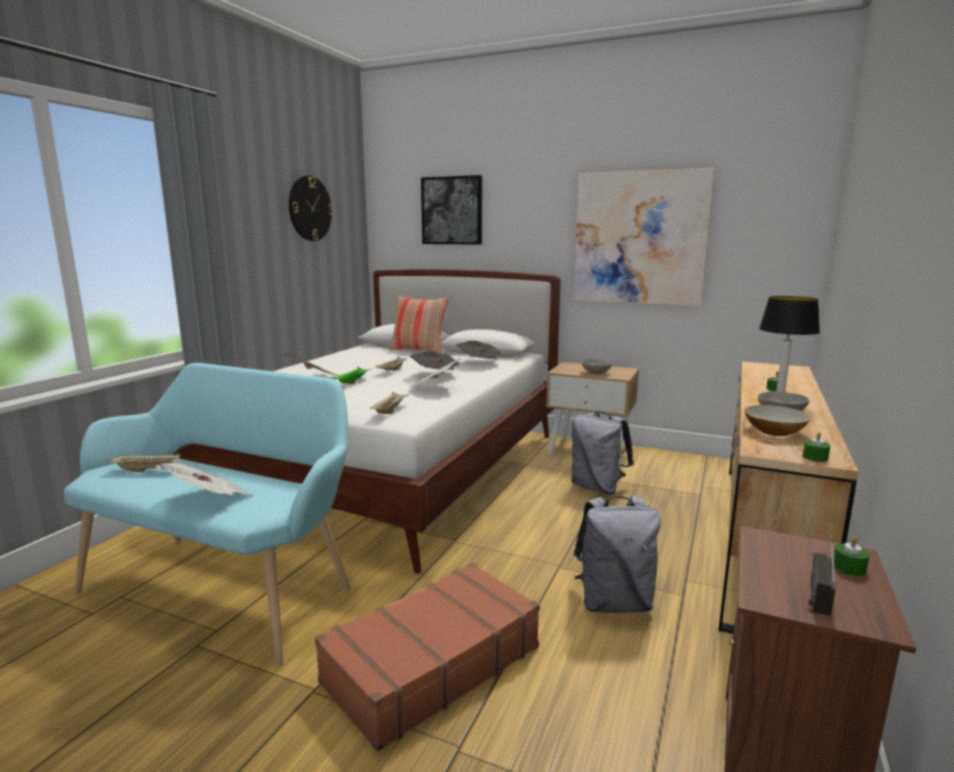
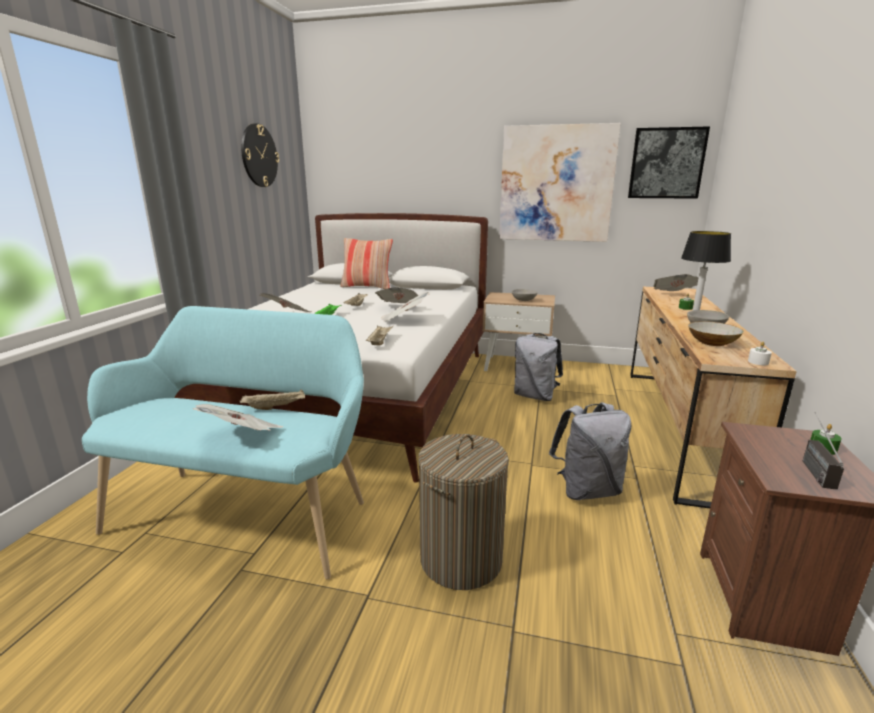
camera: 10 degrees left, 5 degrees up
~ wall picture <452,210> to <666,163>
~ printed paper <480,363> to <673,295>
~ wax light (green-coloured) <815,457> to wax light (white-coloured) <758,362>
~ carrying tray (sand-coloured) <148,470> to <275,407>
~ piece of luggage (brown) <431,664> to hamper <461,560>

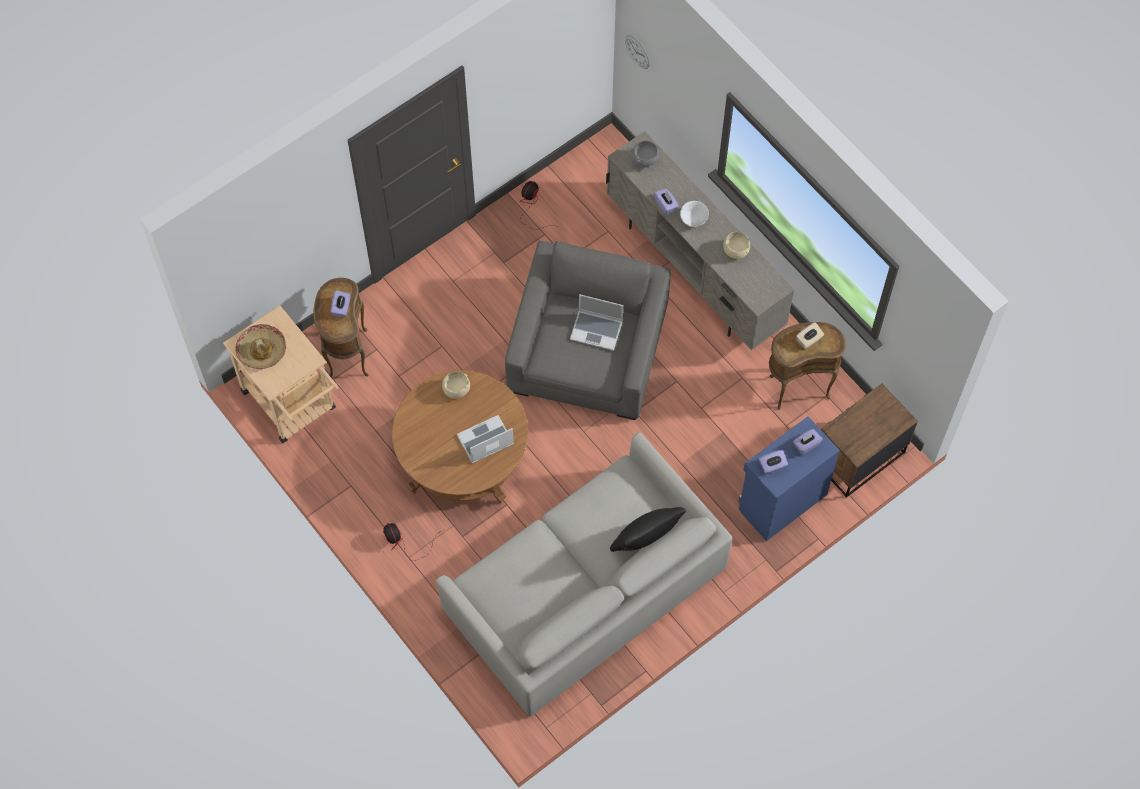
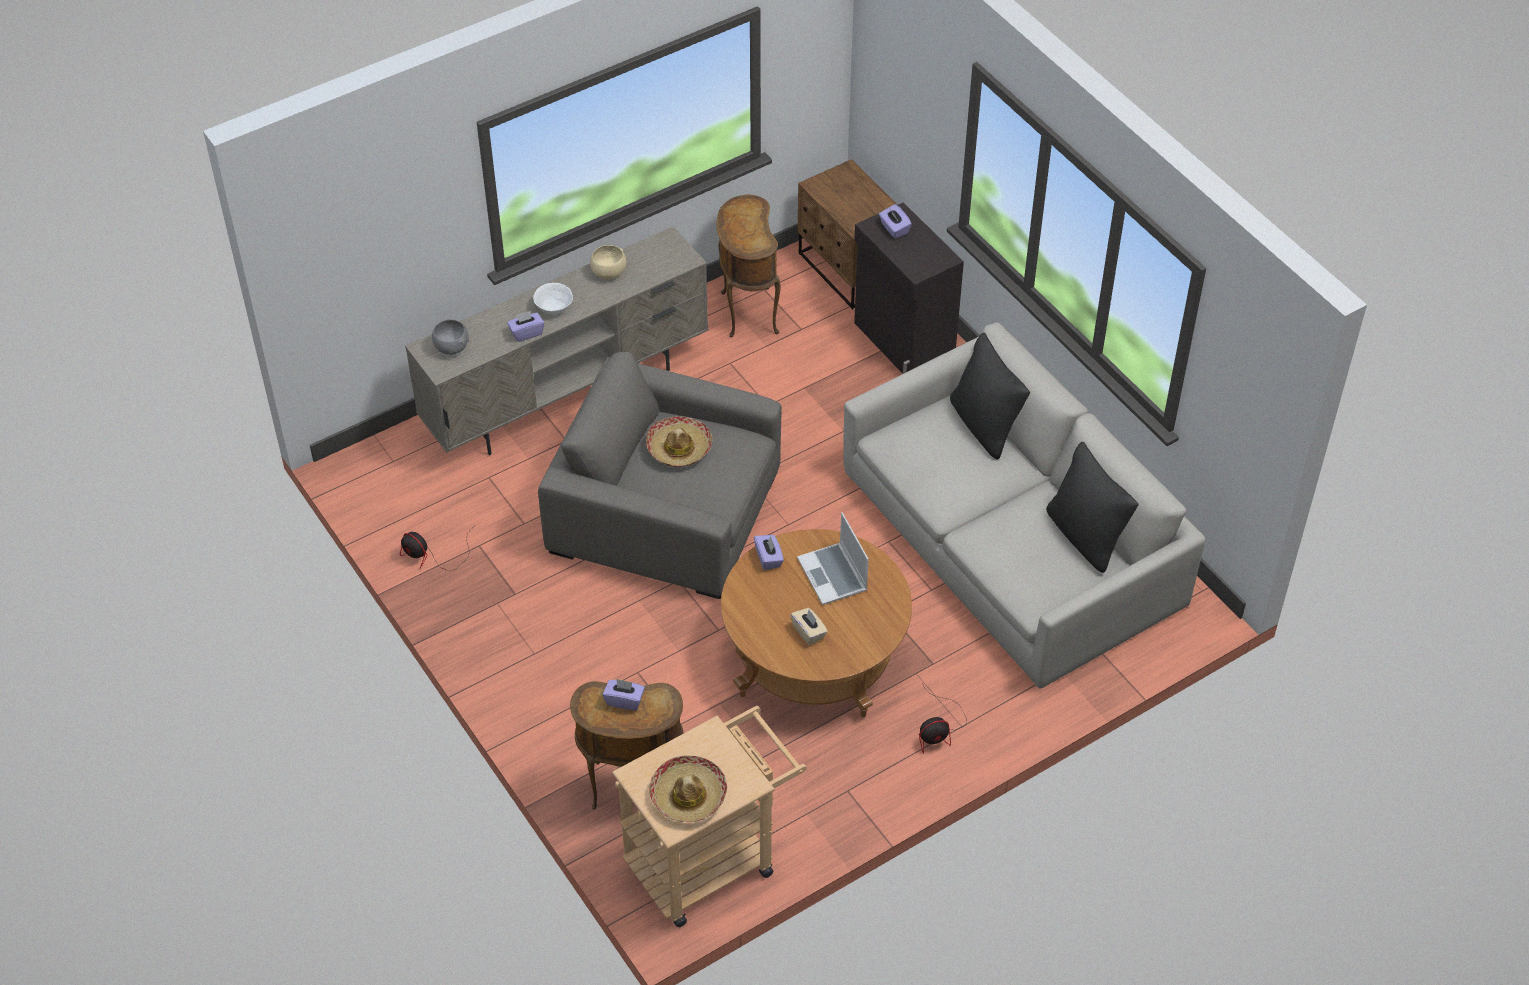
camera: 85 degrees left, 15 degrees down
- clock on the wall <637,51>
~ notebook computer <597,330> to wearable hat <679,448>
~ tissue box (sand-coloured) <809,340> to <809,632>
- serving bowl (sand-coloured) <456,390>
~ cabinet (blue-coloured) <781,501> to cabinet (blackish) <903,343>
~ tissue box (purple) <772,466> to <768,558>
+ cushion (blackish) <1086,536>

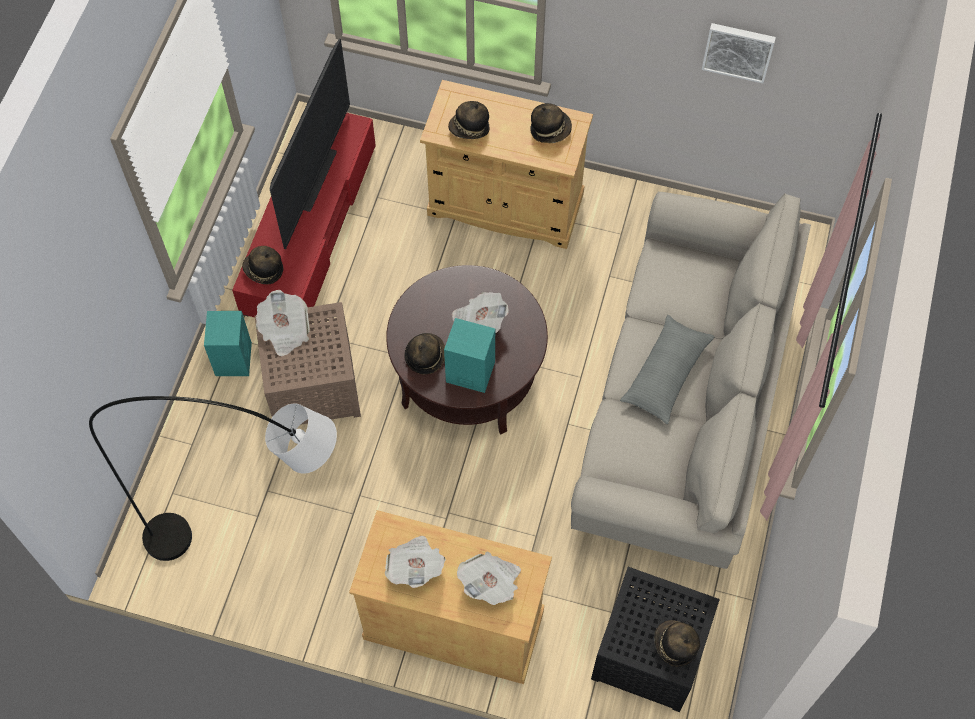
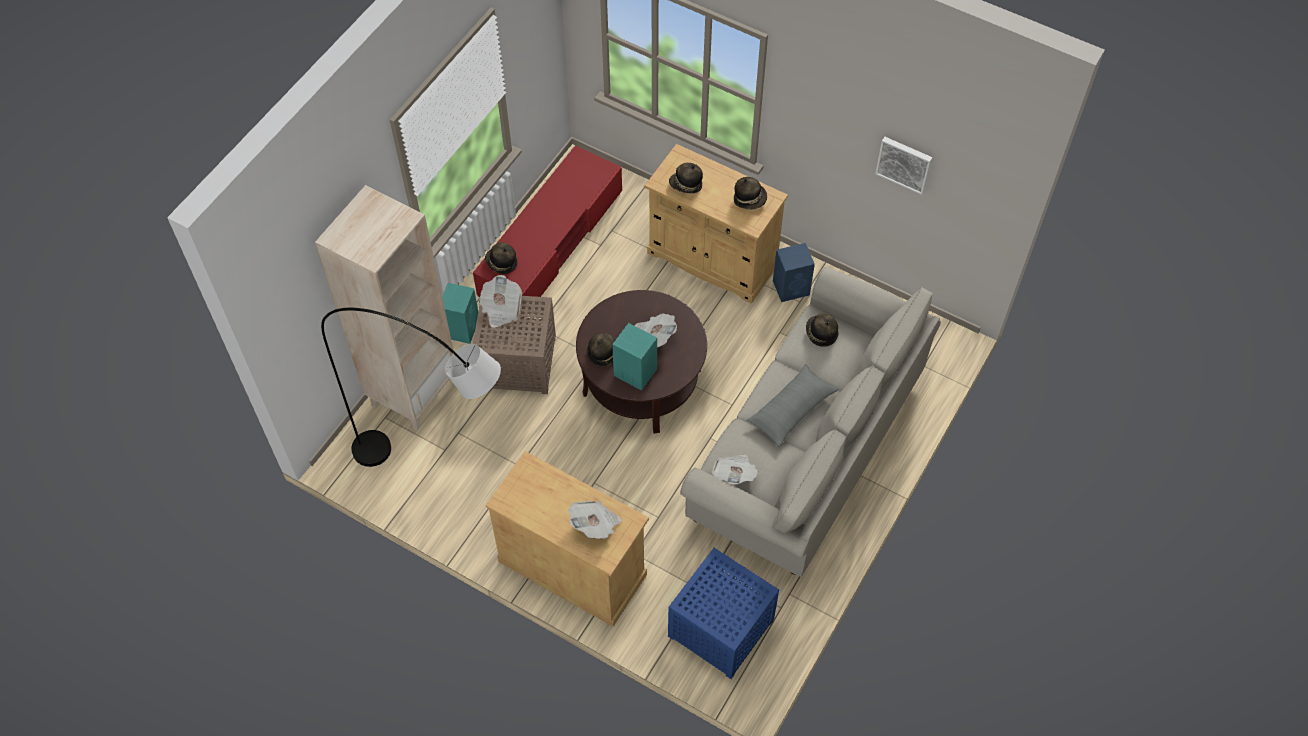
camera: 15 degrees right, 5 degrees down
- TV set <316,179>
~ printed paper <415,566> to <735,474>
~ side table (blackish) <650,655> to side table (blue-coloured) <721,630>
~ wearable hat <675,645> to <820,333>
+ bookshelf (sand-coloured) <413,392>
+ loudspeaker (blue-coloured) <792,288>

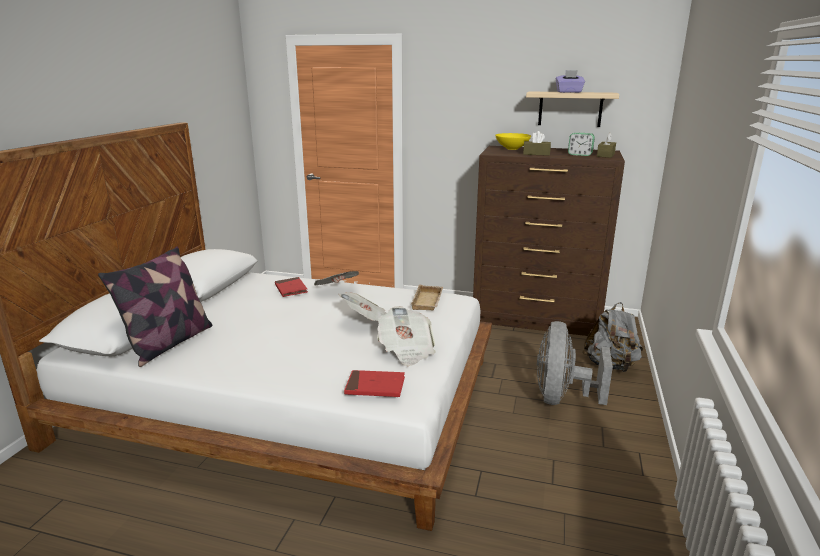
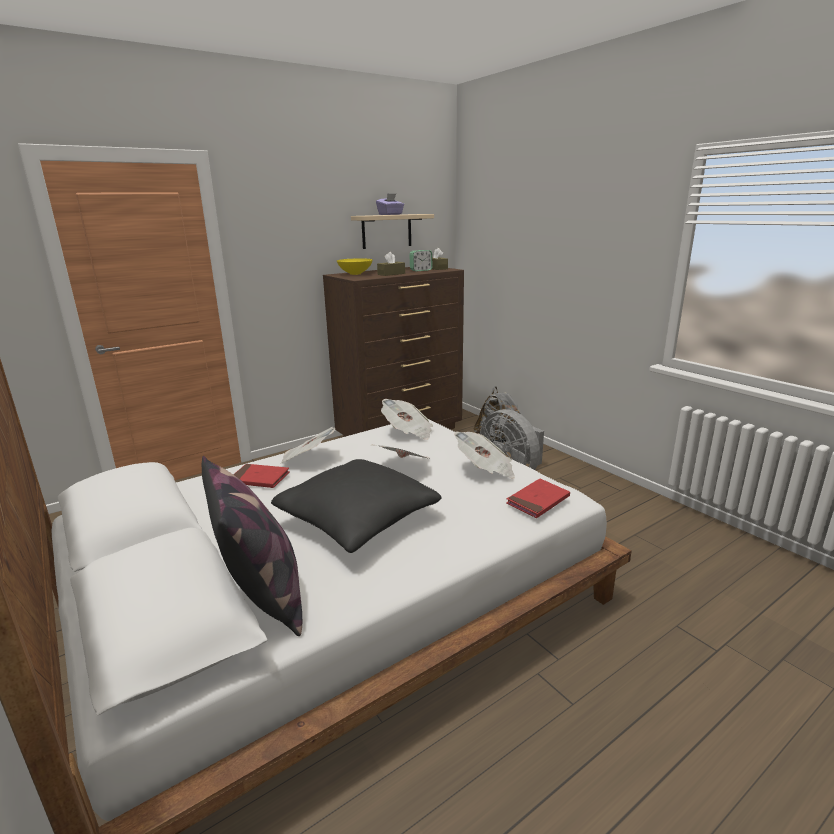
camera: 50 degrees left, 0 degrees up
~ carrying tray (sand-coloured) <428,302> to printed paper <408,432>
+ cushion (blackish) <357,520>

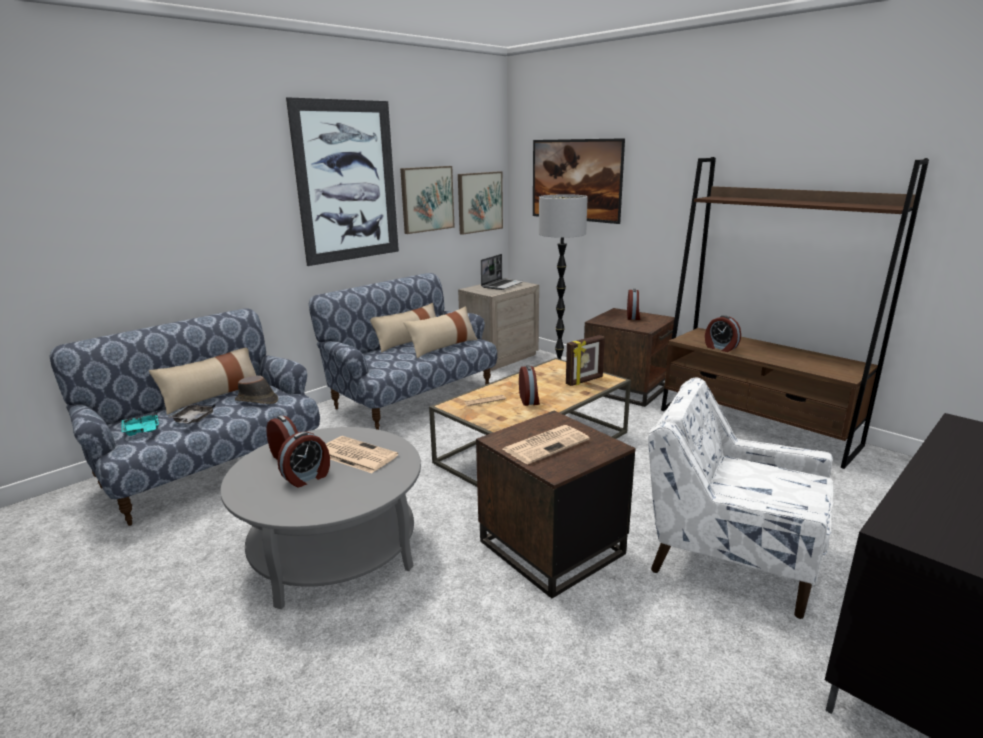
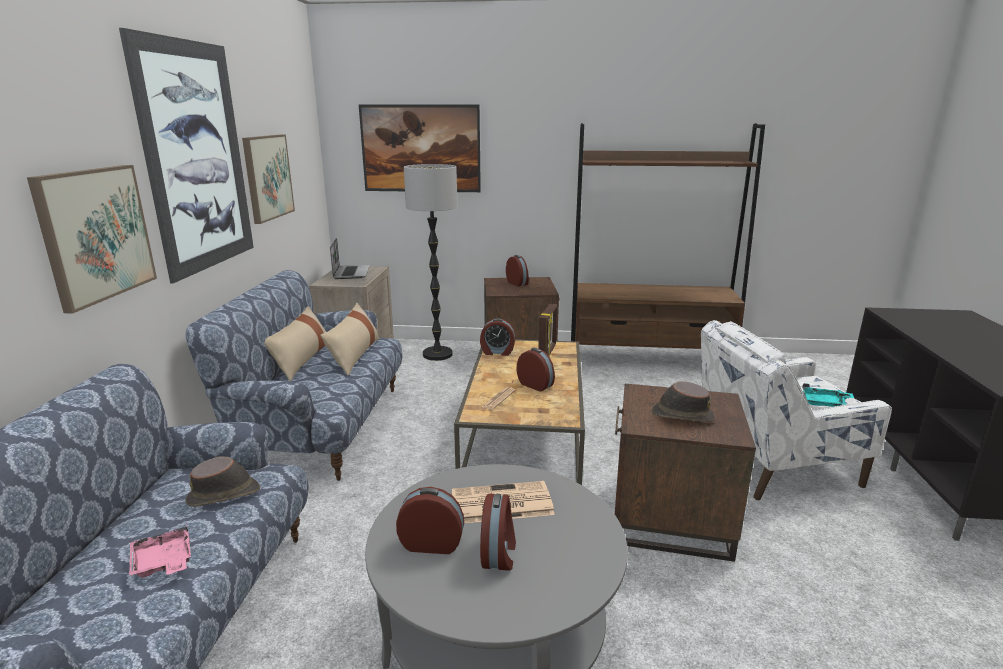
camera: 40 degrees left, 0 degrees up
~ wall picture <479,202> to <96,234>
~ bedside clock <720,348> to <497,352>
- cushion (sand-coloured) <212,396>
~ carrying tray (greyish) <192,420> to carrying tray (pink-coloured) <163,562>
~ carrying tray (turquoise-coloured) <142,431> to <824,403>
~ printed paper <546,444> to wearable hat (brown) <681,415>

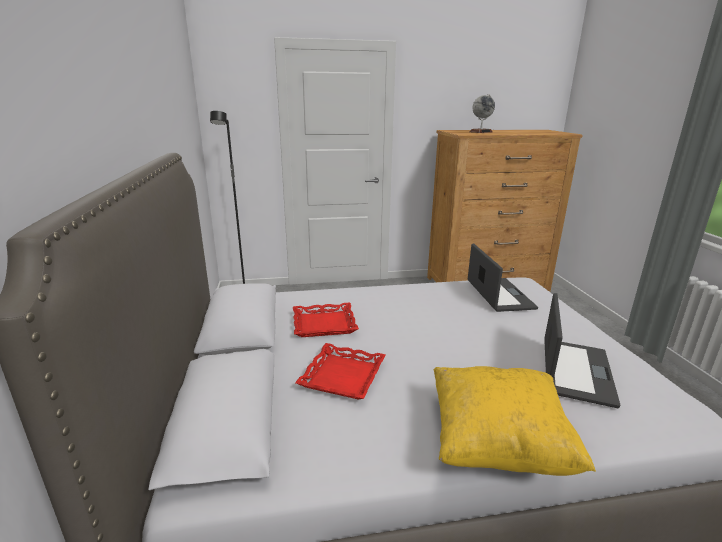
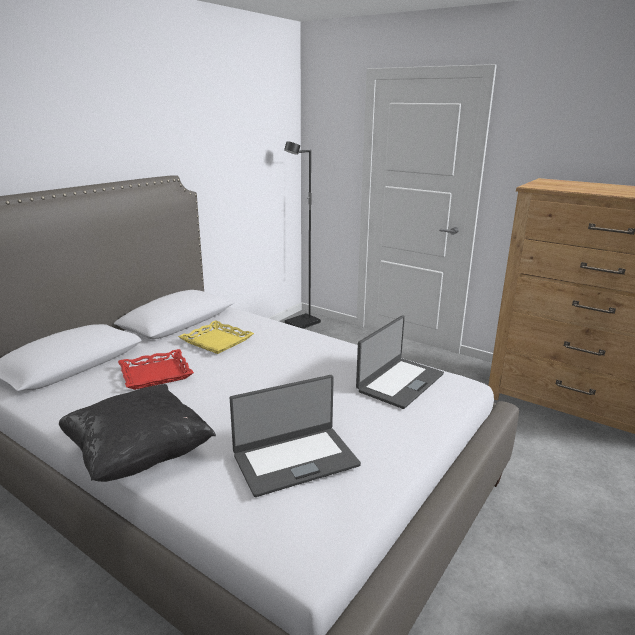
camera: 45 degrees right, 0 degrees up
- desk globe <481,132>
~ carrying tray (red-coloured) <324,324> to carrying tray (yellow) <217,341>
~ cushion (yellow) <497,443> to cushion (blackish) <139,456>

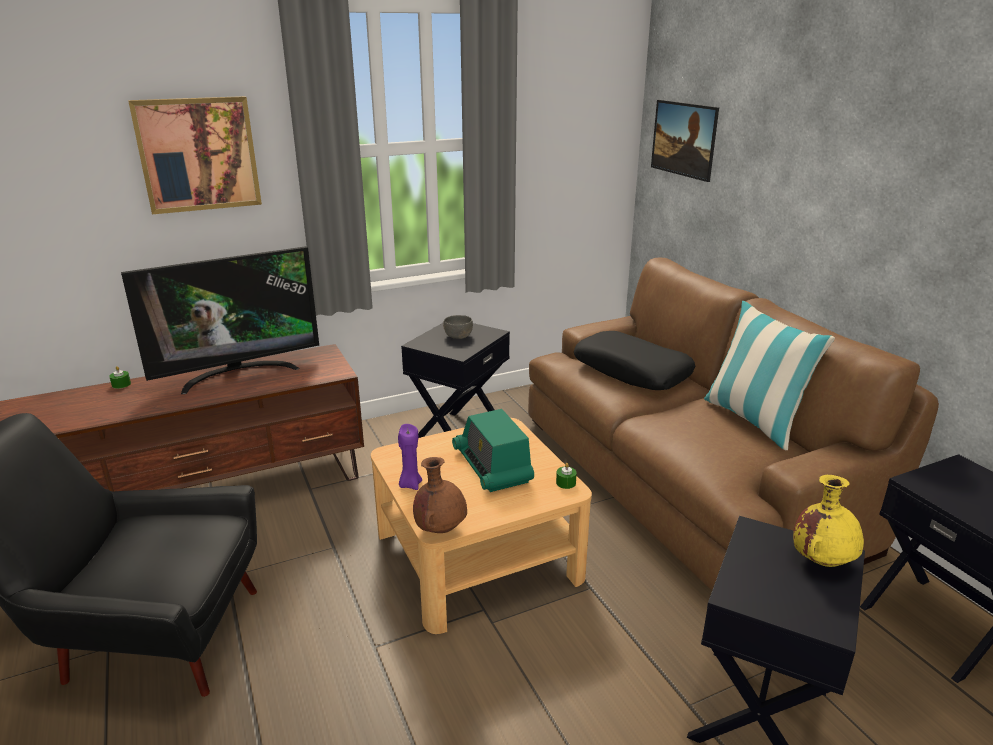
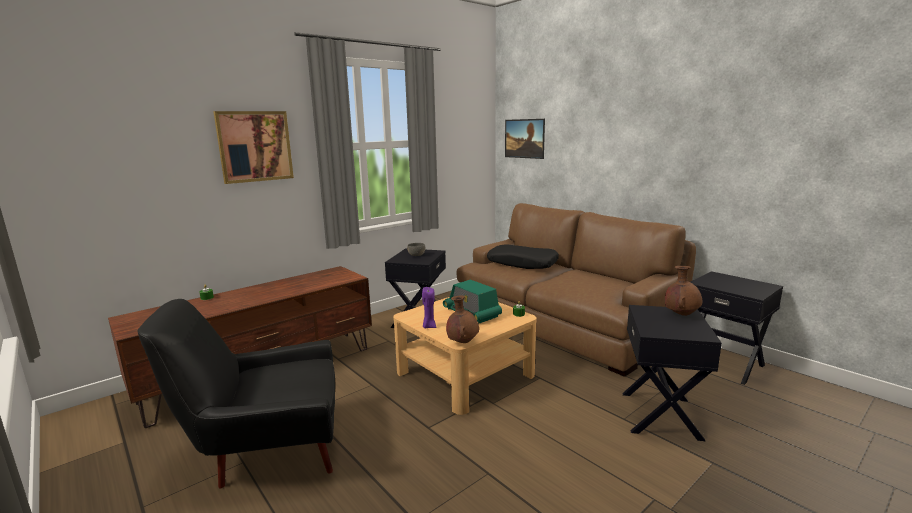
camera: 15 degrees left, 10 degrees down
- TV set <238,373>
- cushion <754,420>
~ vase (yellow) <822,561> to vase (brown) <681,314>

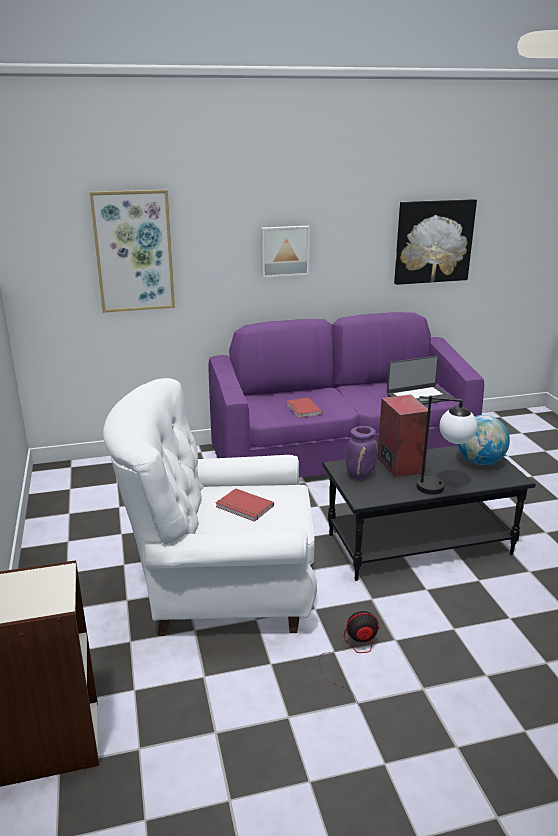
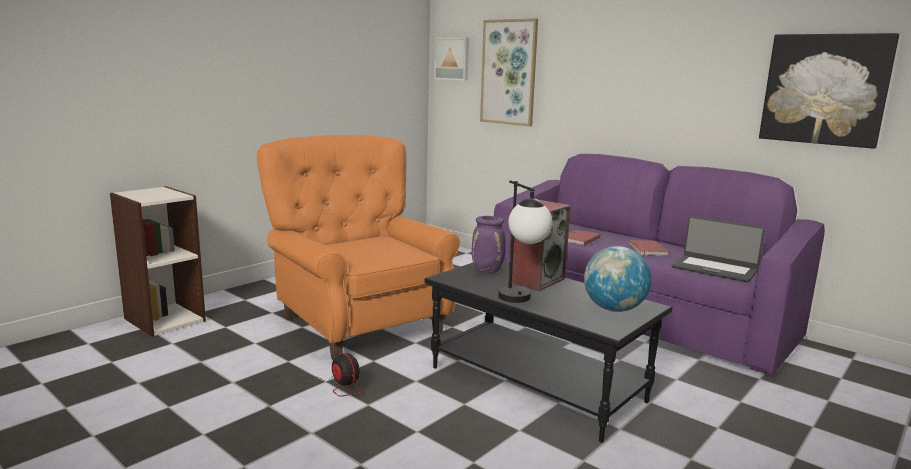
camera: 55 degrees right, 10 degrees down
~ wall picture <284,251> to <452,59>
~ easy chair (white-coloured) <222,589> to easy chair (orange) <358,322>
~ volume (red-coloured) <244,507> to <646,250>

